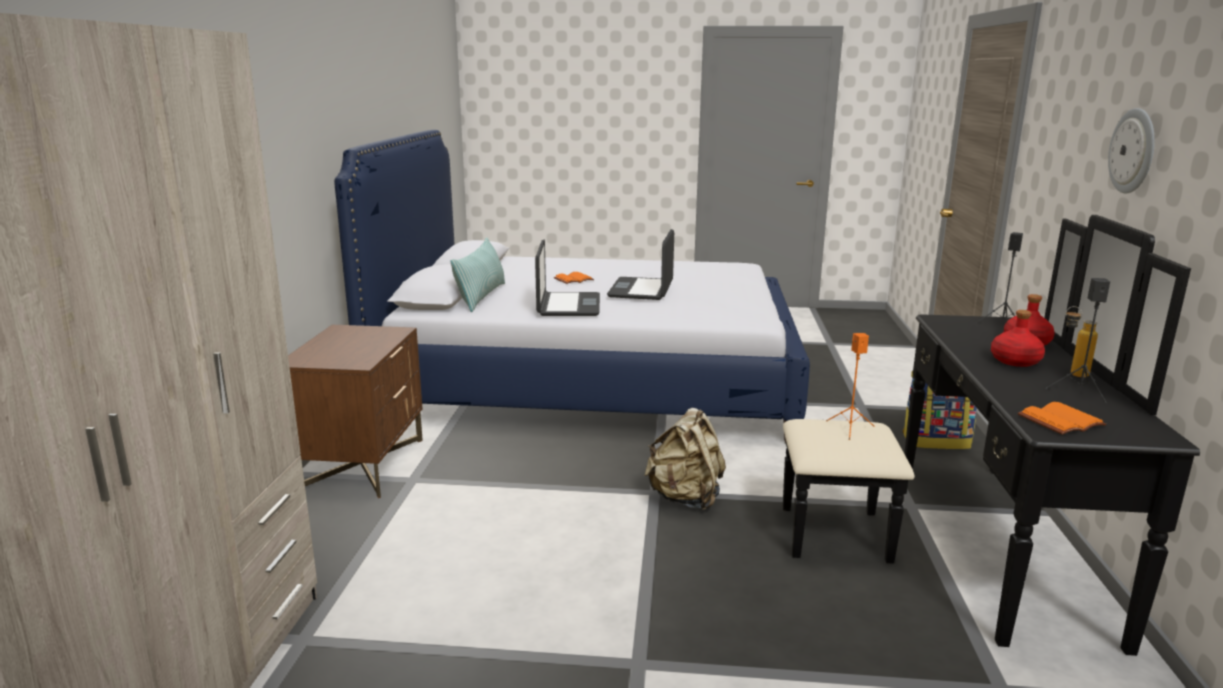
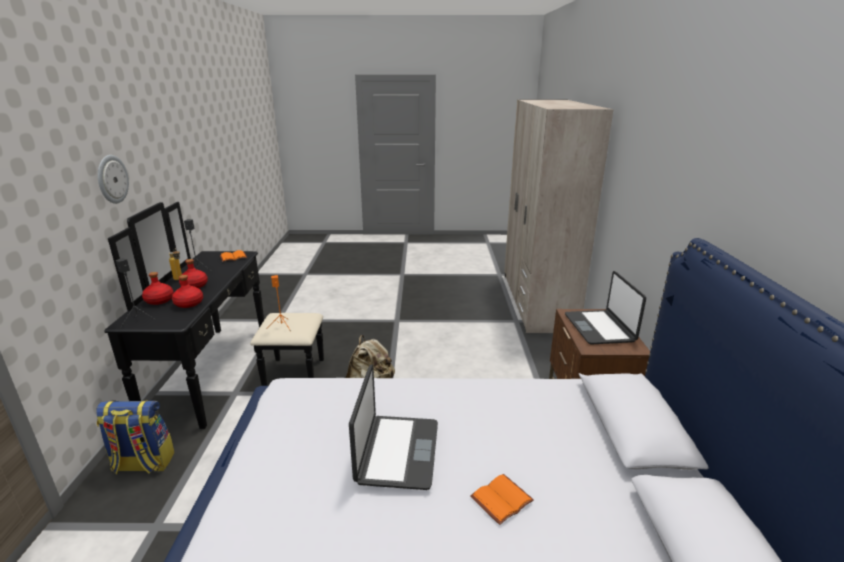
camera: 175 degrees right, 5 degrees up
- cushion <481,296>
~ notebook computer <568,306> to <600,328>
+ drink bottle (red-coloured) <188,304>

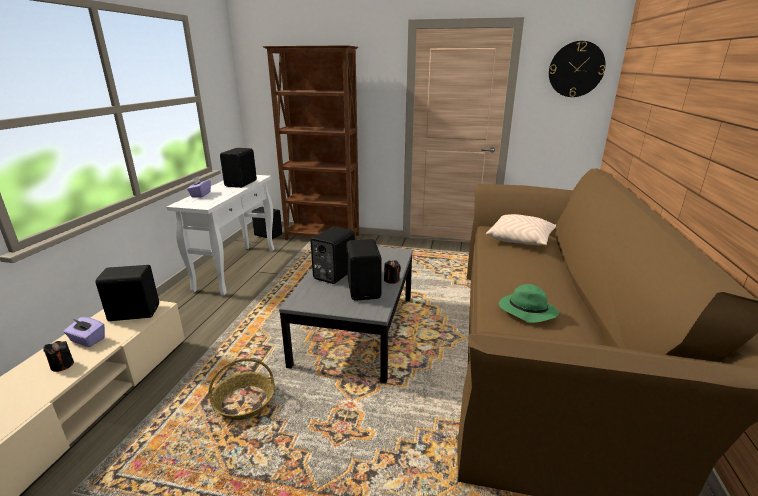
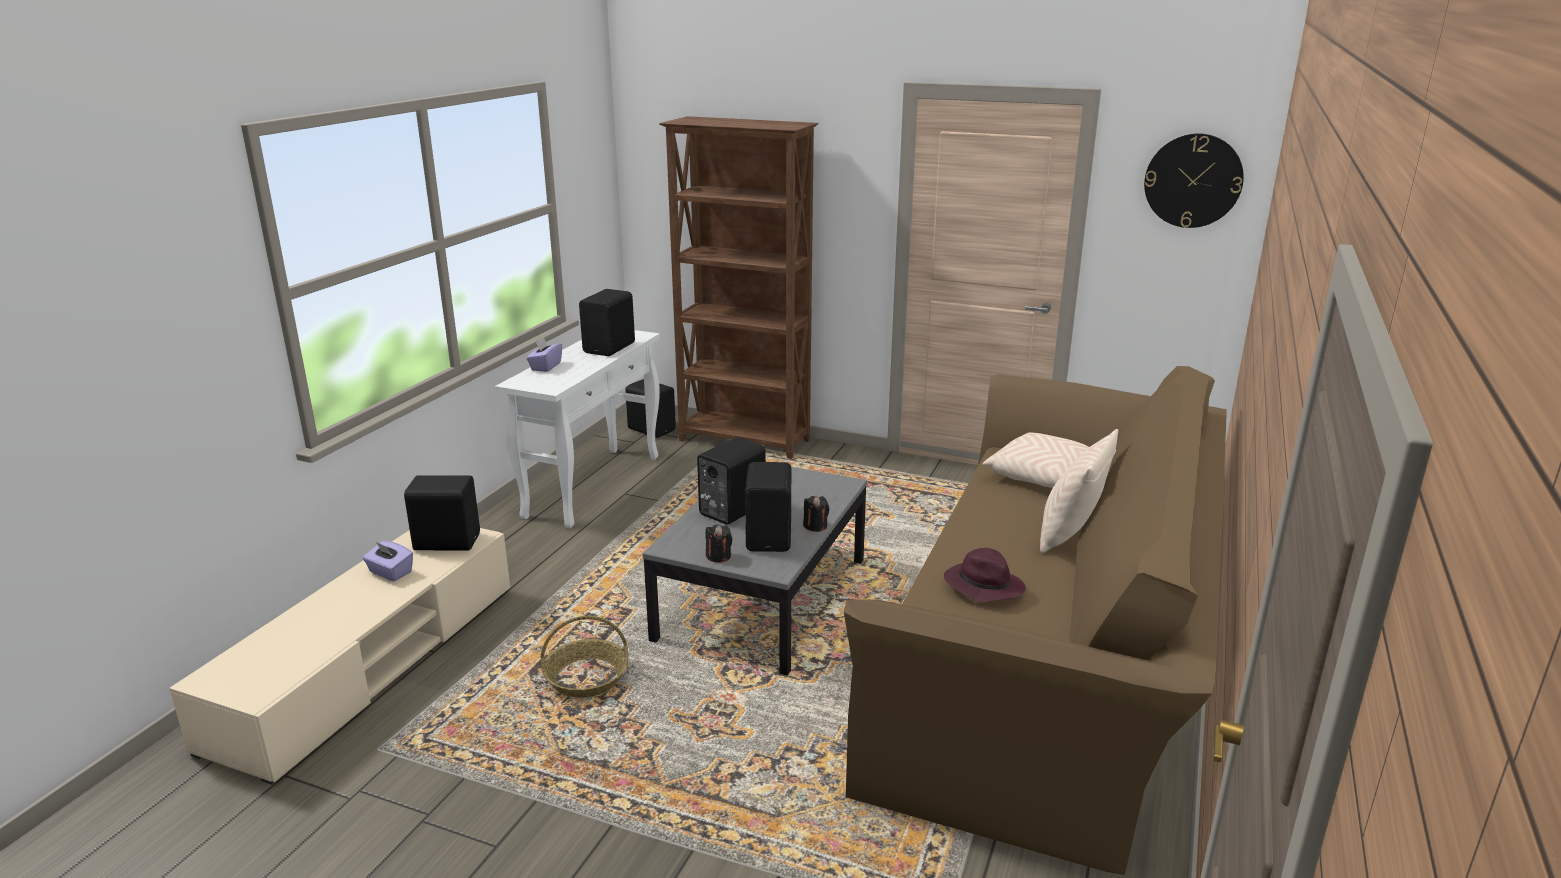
camera: 10 degrees right, 0 degrees up
~ wearable hat (green-coloured) <526,311> to wearable hat (purple) <982,586>
~ wax light (blackish) <62,365> to <718,556>
+ cushion (sand-coloured) <1070,535>

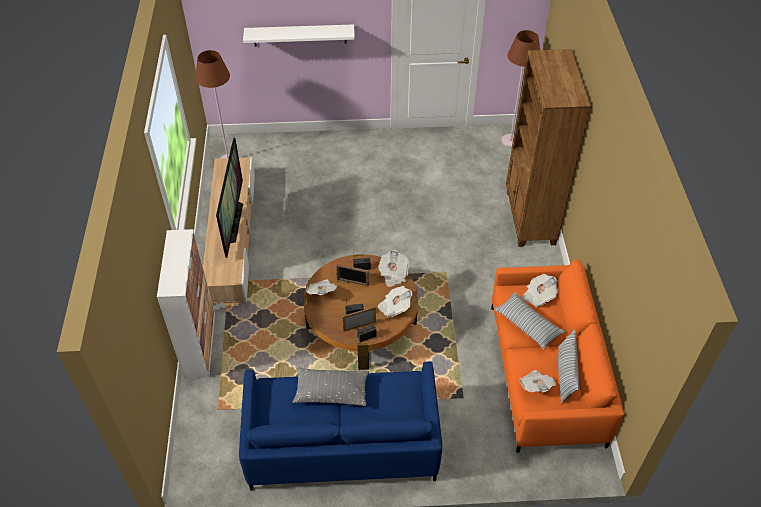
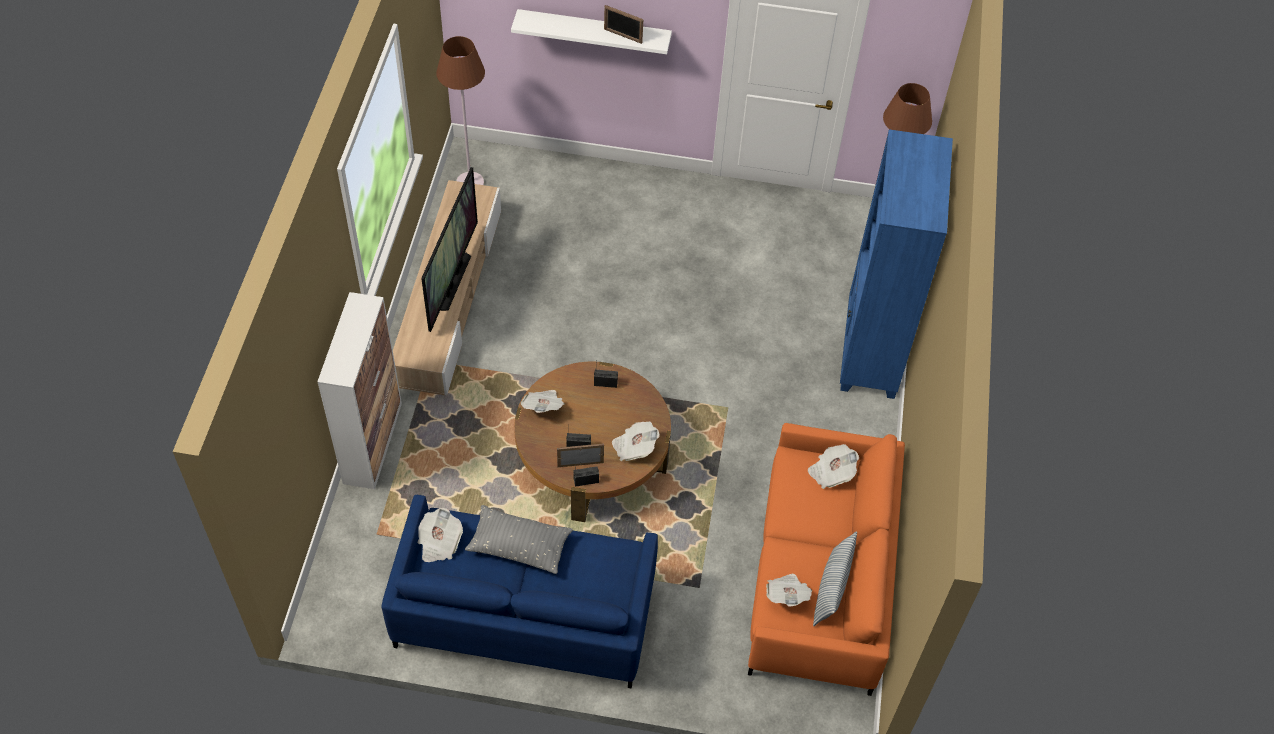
camera: 10 degrees right, 5 degrees up
~ bookshelf (brown) <529,218> to bookshelf (blue-coloured) <870,351>
~ printed paper <393,274> to <439,543>
~ picture frame <352,282> to <622,36>
- cushion <527,324>

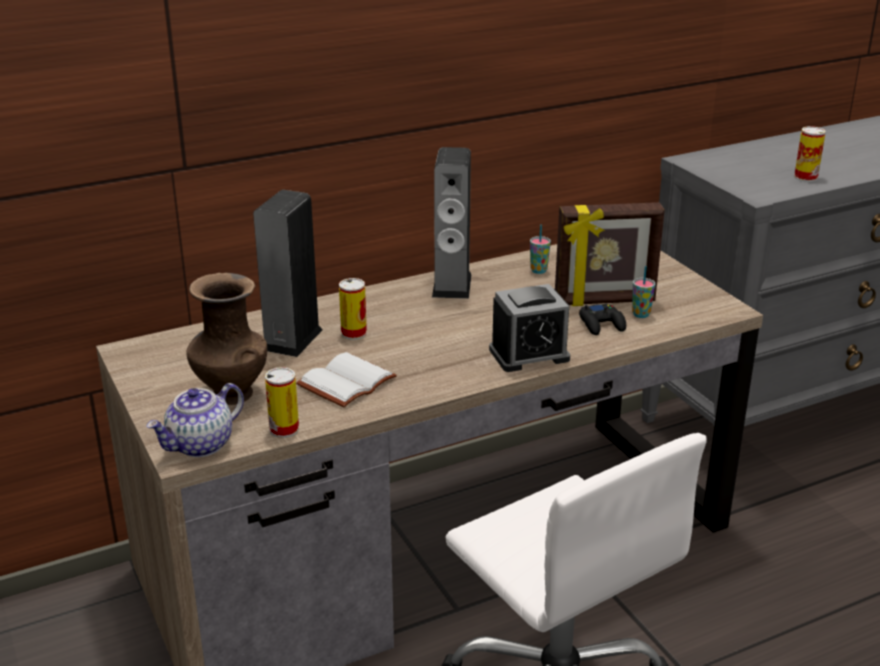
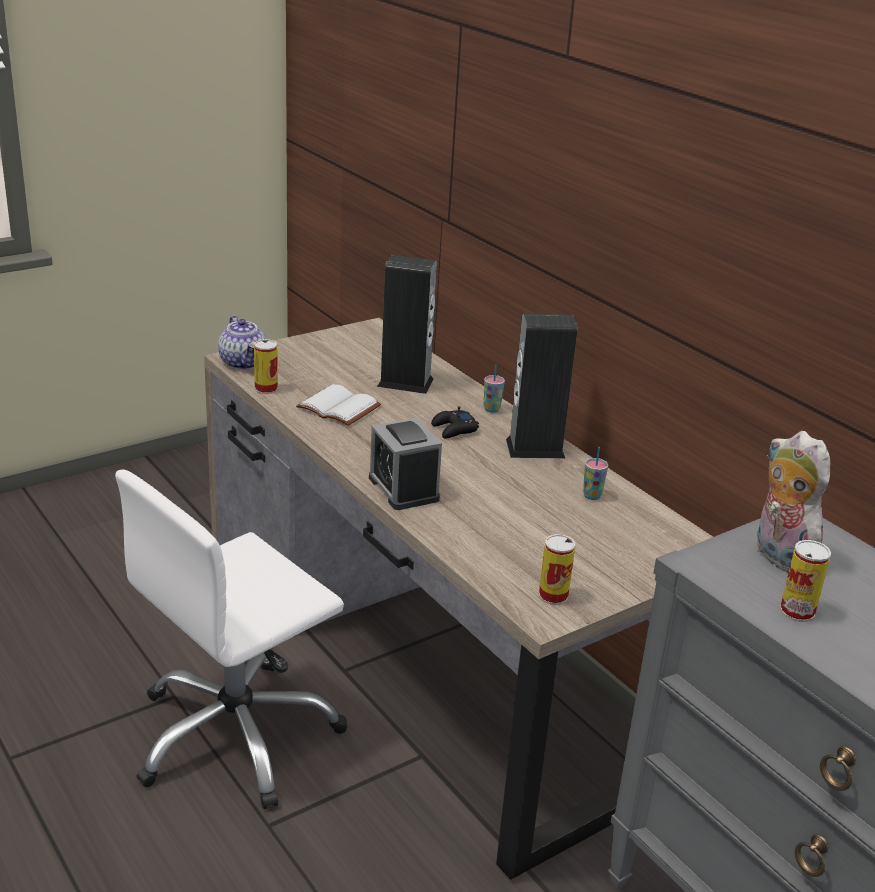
camera: 80 degrees right, 0 degrees up
- picture frame <605,301>
~ drinking cup <641,314> to <491,409>
- vase (brown) <230,394>
~ can <353,333> to <553,596>
~ joypad (blackish) <602,324> to <454,429>
~ teapot <200,445> = <244,363> 150 degrees counterclockwise
+ soft toy <778,556>

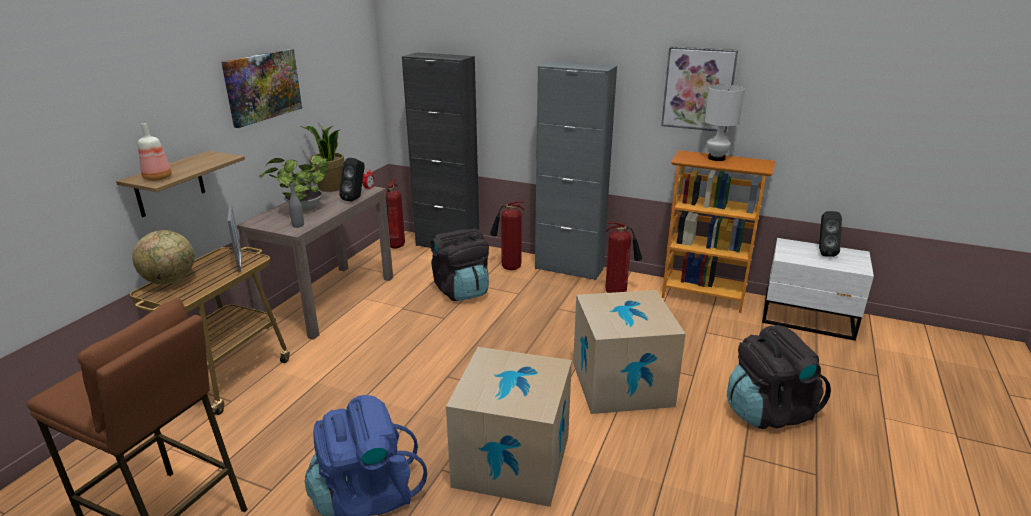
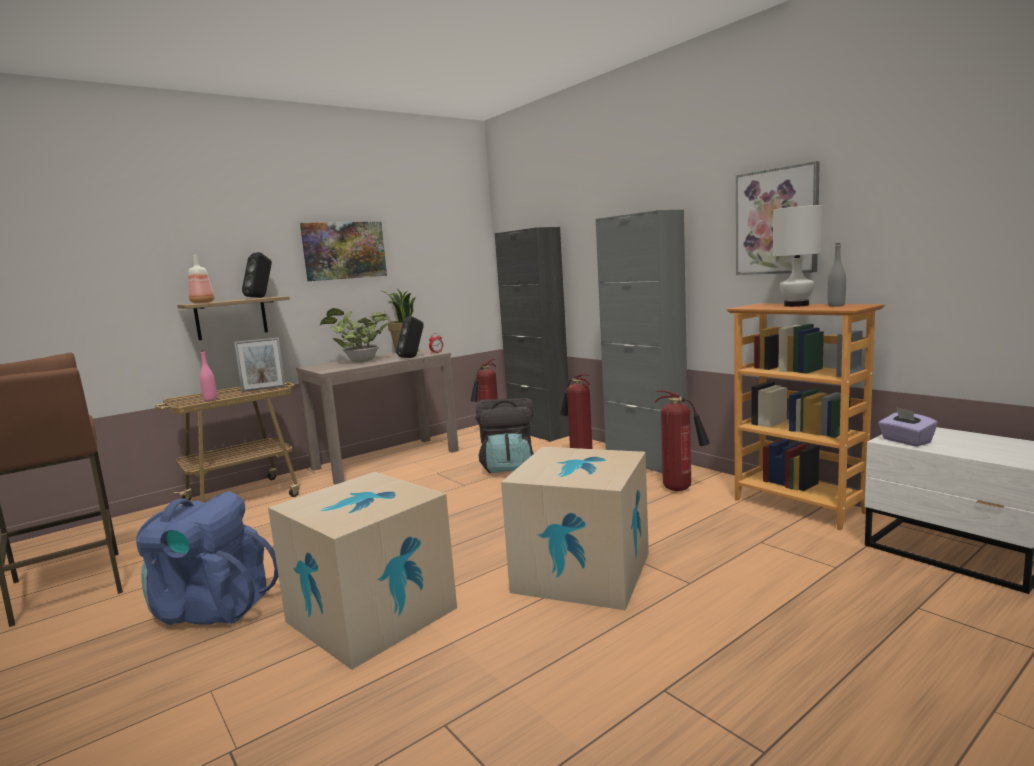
camera: 30 degrees right, 15 degrees down
~ drink bottle (greyish) <298,225> to <836,306>
~ picture frame <240,262> = <264,389> 60 degrees clockwise
~ loudspeaker (blackish) <823,252> to <261,297>
- desk globe <170,281>
- knapsack (blackish) <768,411>
+ drink bottle (pink-coloured) <210,399>
+ tissue box (purple) <906,441>

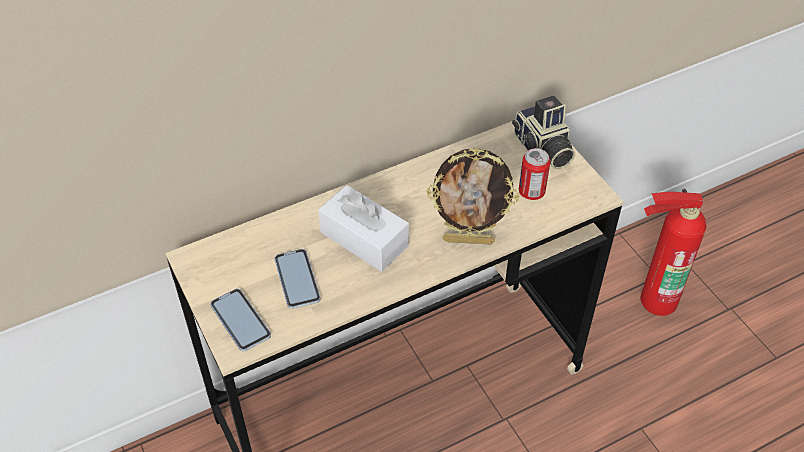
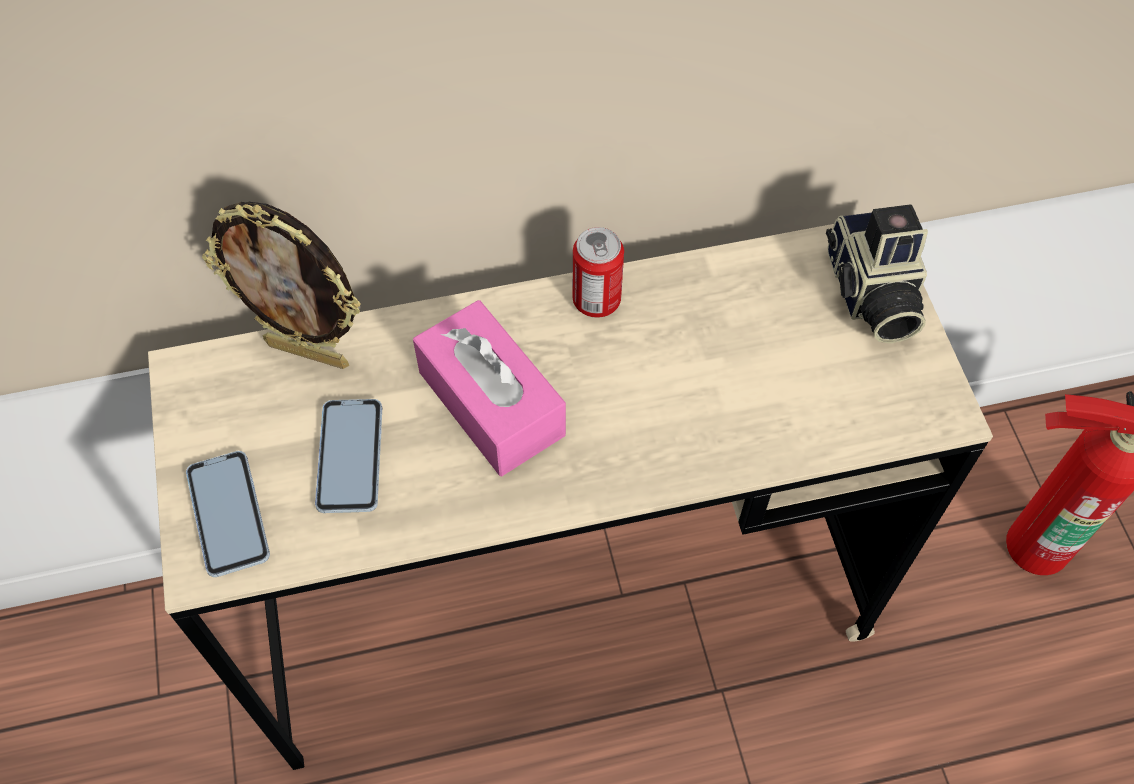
camera: 15 degrees right, 10 degrees up
~ picture frame <468,240> to <309,352>
~ can <531,192> to <596,300>
~ tissue box (white-coloured) <364,239> to tissue box (pink-coloured) <491,403>

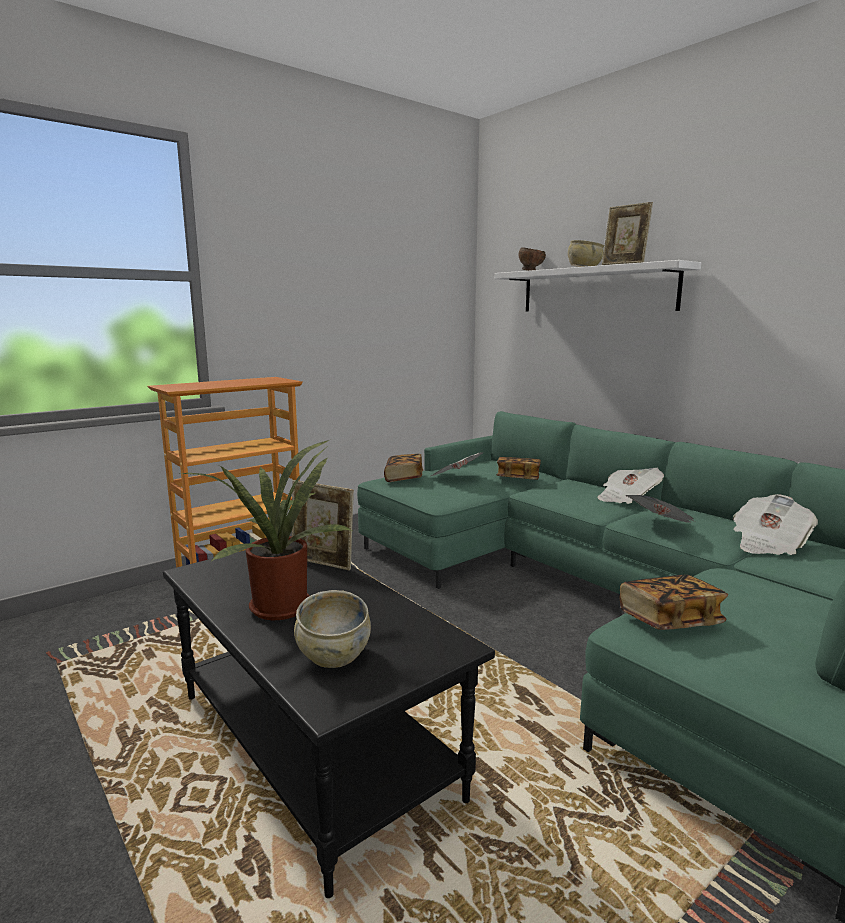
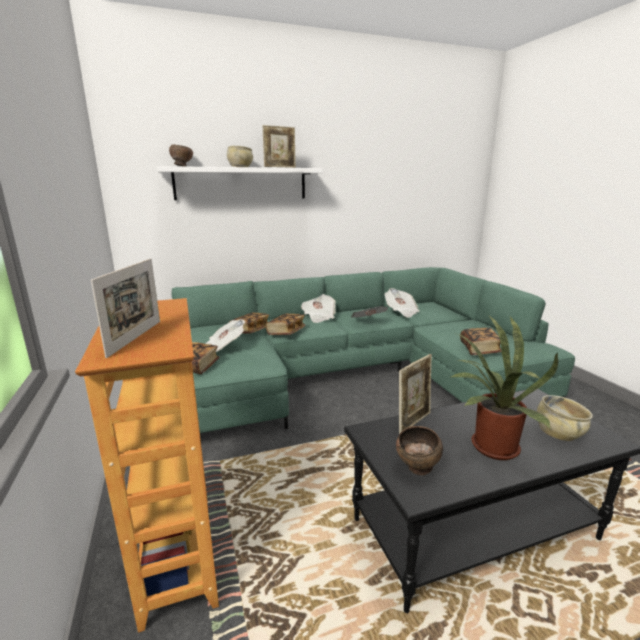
camera: 70 degrees left, 5 degrees up
+ picture frame <135,338>
+ volume <286,332>
+ serving bowl (brown) <417,470>

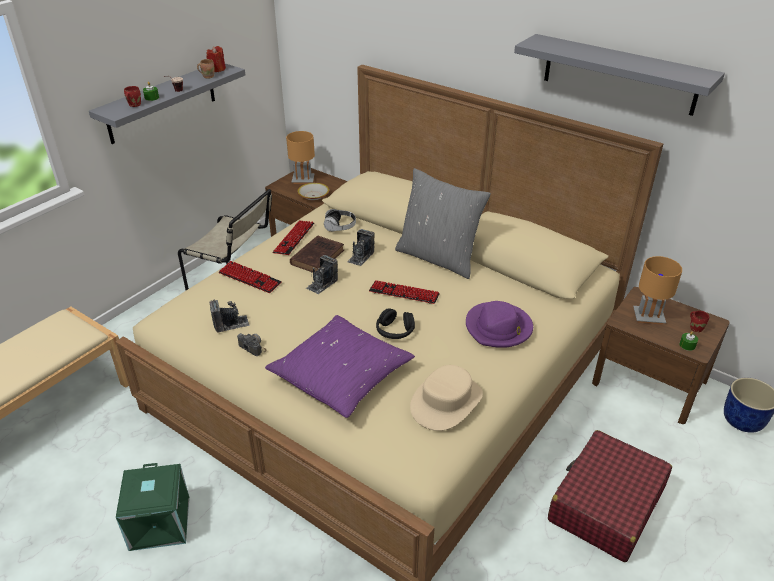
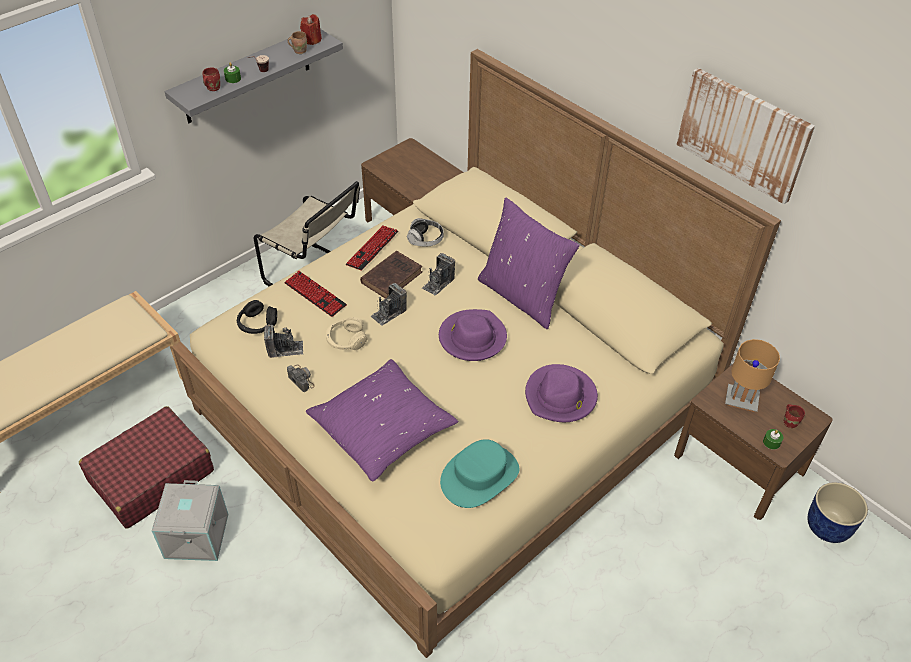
camera: 10 degrees right, 10 degrees up
~ bracket shelf (greyish) <619,74> to wall picture <743,134>
- lamp for a table (brown) <303,180>
~ cushion (greyish) <438,257> to cushion (purple) <522,296>
- serving bowl <313,196>
~ keyboard <404,293> to wearable hat (purple) <472,338>
~ headphones (blackish) <395,331> to <257,324>
~ wearable hat (sand-coloured) <446,402> to wearable hat (turquoise-coloured) <479,476>
~ piece of luggage (red-coloured) <605,505> to <151,476>
~ storage bin (green-coloured) <161,523> to storage bin (greyish) <198,536>
+ headphones (sand-coloured) <346,340>

